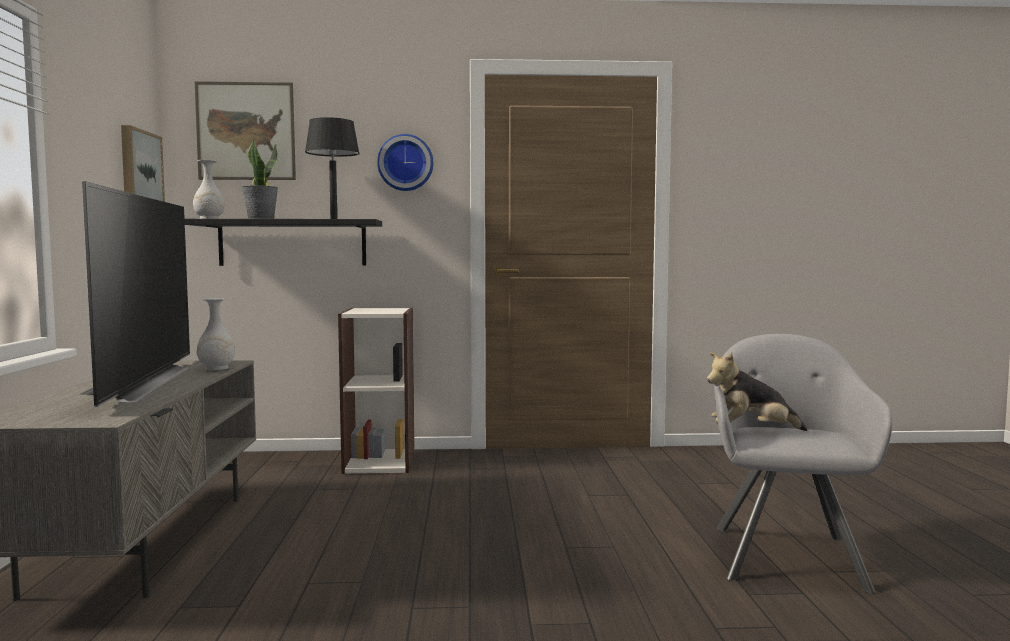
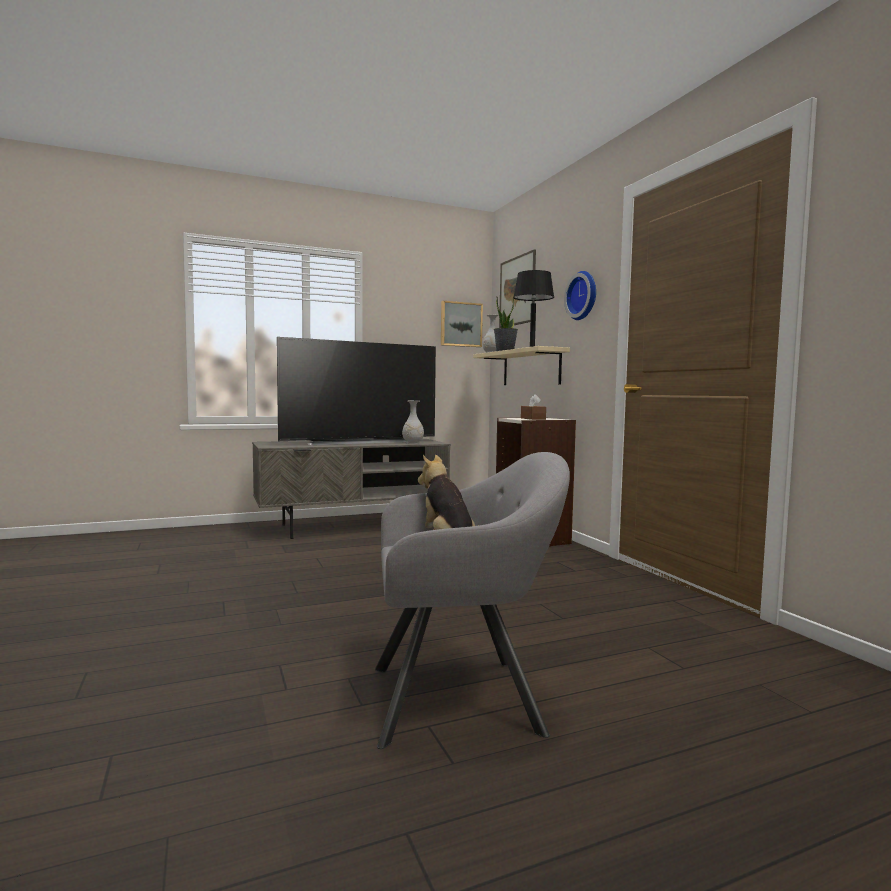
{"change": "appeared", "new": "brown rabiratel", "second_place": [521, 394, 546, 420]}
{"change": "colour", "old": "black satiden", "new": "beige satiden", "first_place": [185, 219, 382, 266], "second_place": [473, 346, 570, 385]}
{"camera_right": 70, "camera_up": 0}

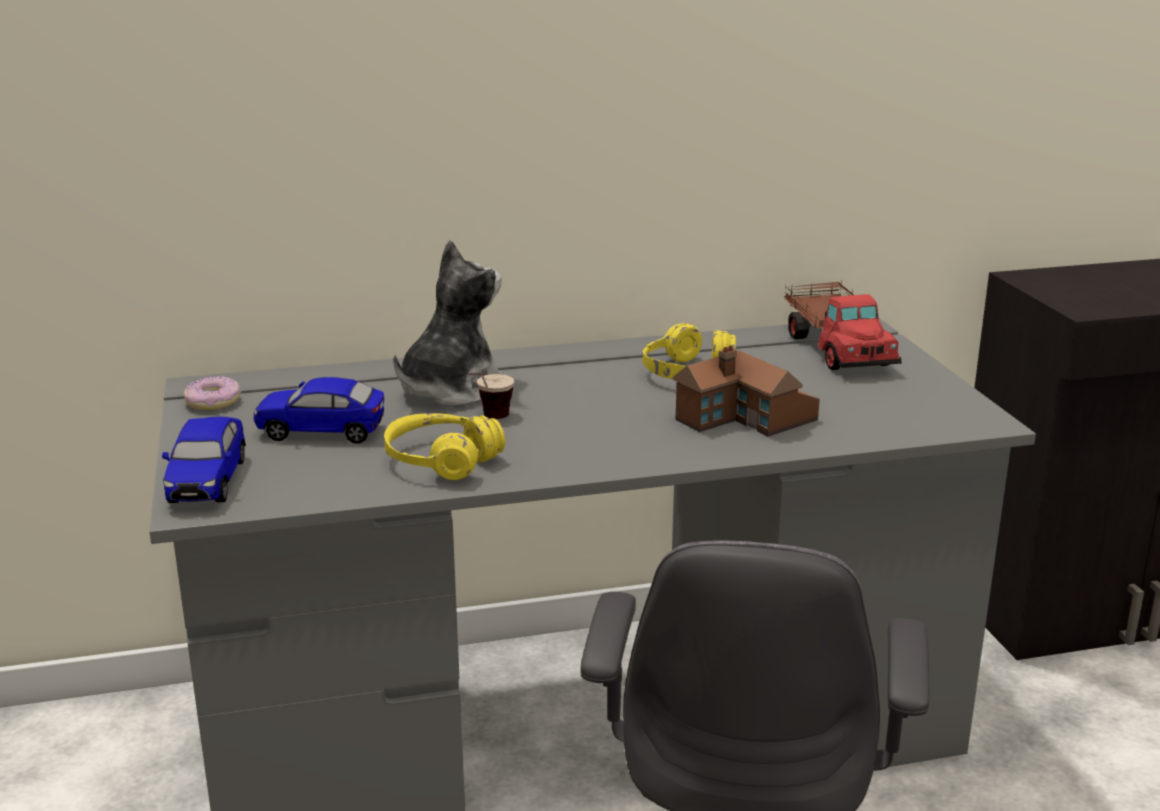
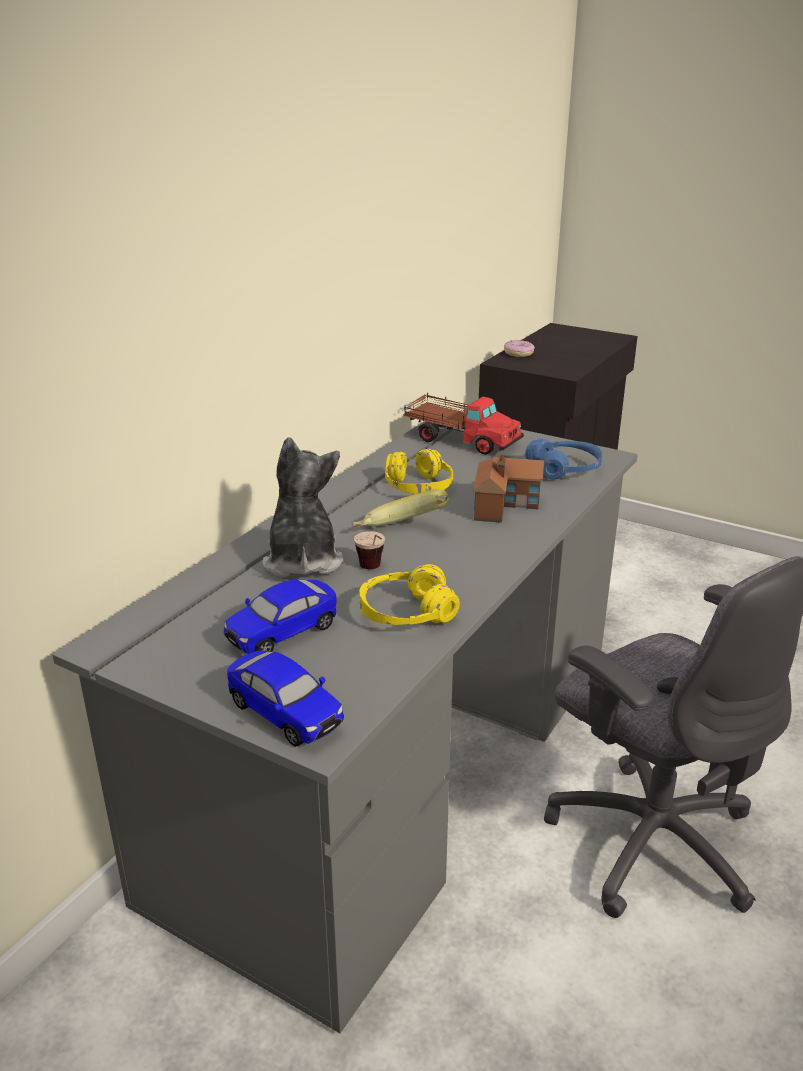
{"change": "appeared", "new": "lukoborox", "second_place": [353, 489, 449, 527]}
{"change": "appeared", "new": "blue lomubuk", "second_place": [525, 439, 602, 479]}
{"change": "relocated", "old": "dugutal", "first_place": [183, 376, 241, 410], "second_place": [504, 340, 535, 357]}
{"camera_right": -45, "camera_up": 5}

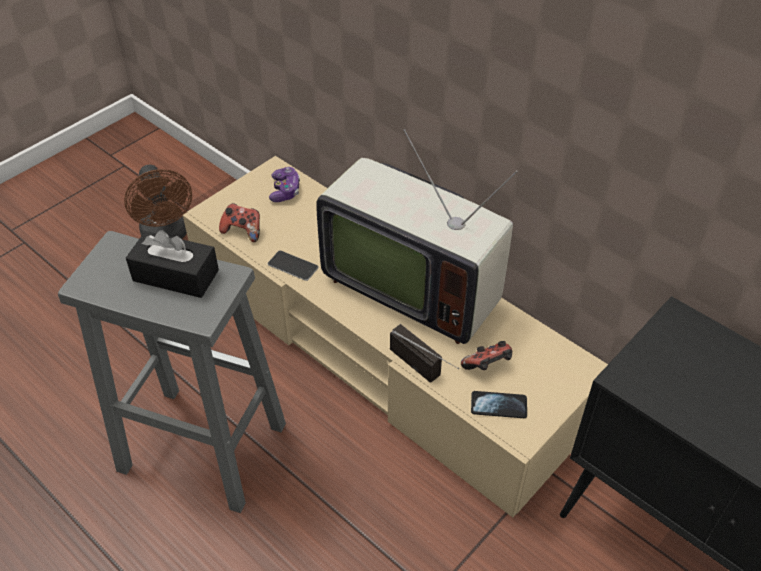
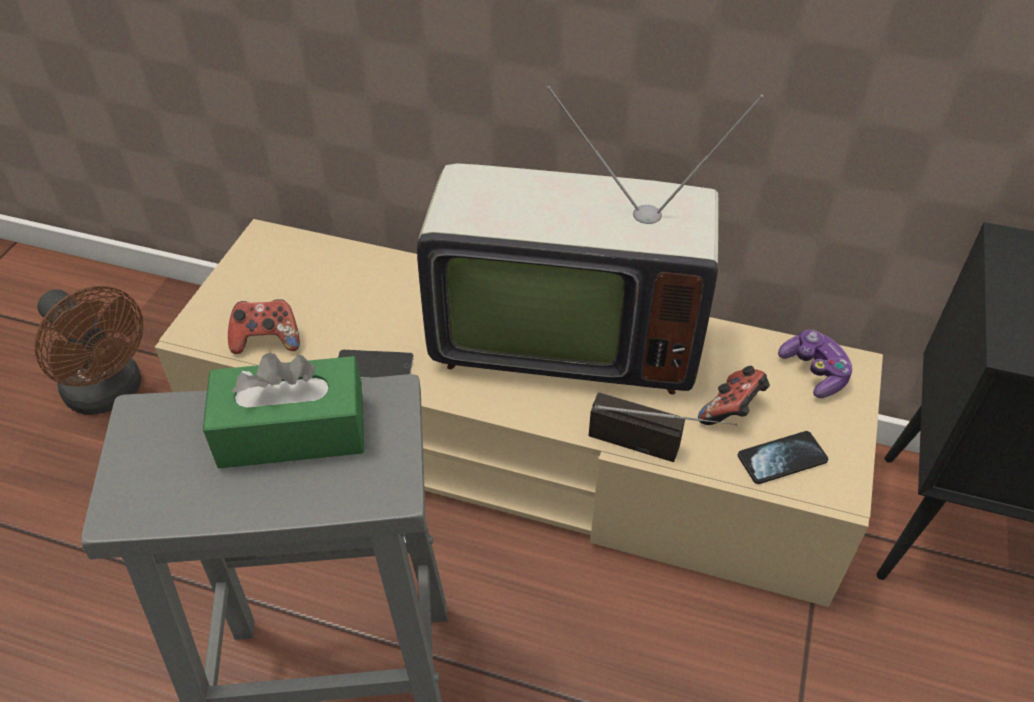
{"change": "relocated", "old": "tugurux", "first_place": [269, 167, 300, 202], "second_place": [778, 330, 852, 398]}
{"change": "colour", "old": "black rabiratel", "new": "green rabiratel", "first_place": [126, 230, 219, 298], "second_place": [203, 353, 364, 468]}
{"camera_right": -25, "camera_up": 0}

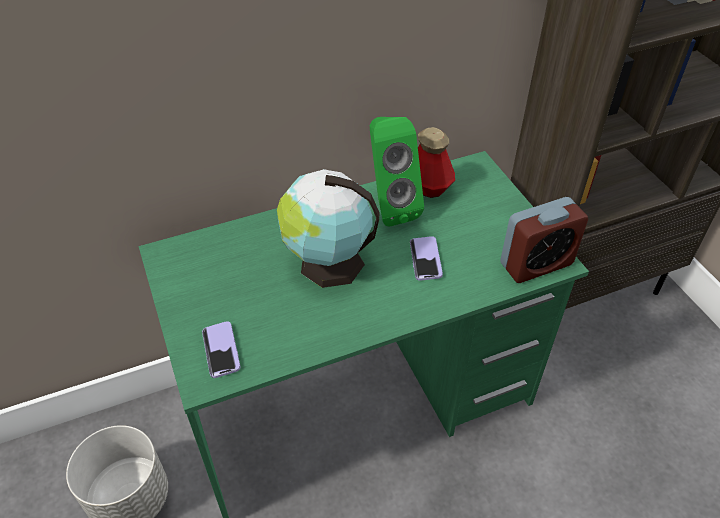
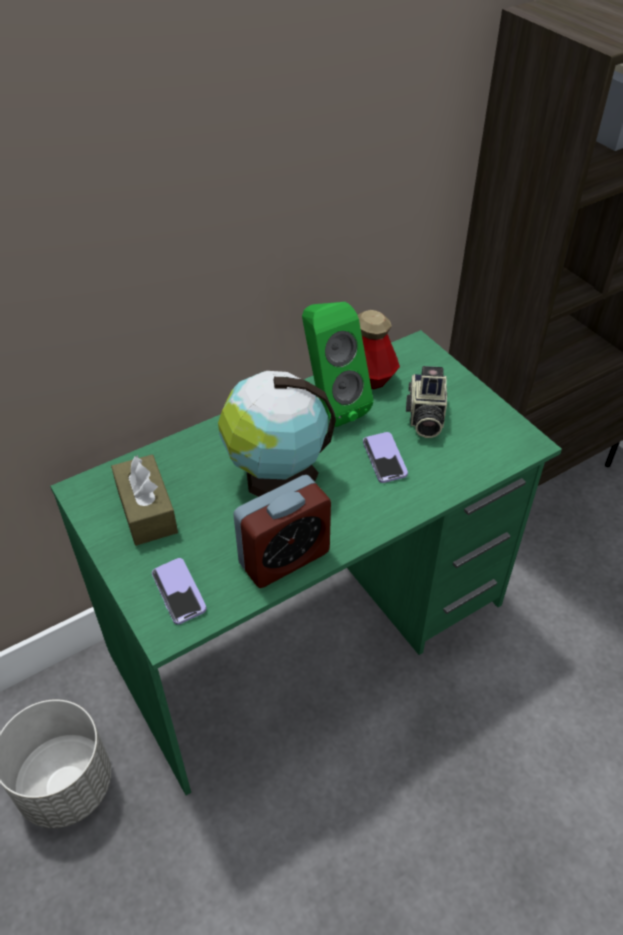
{"change": "appeared", "new": "brown rabiratel", "second_place": [111, 454, 178, 546]}
{"change": "appeared", "new": "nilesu", "second_place": [406, 366, 447, 438]}
{"change": "relocated", "old": "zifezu", "first_place": [500, 197, 588, 283], "second_place": [233, 475, 331, 588]}
{"camera_right": -10, "camera_up": 0}

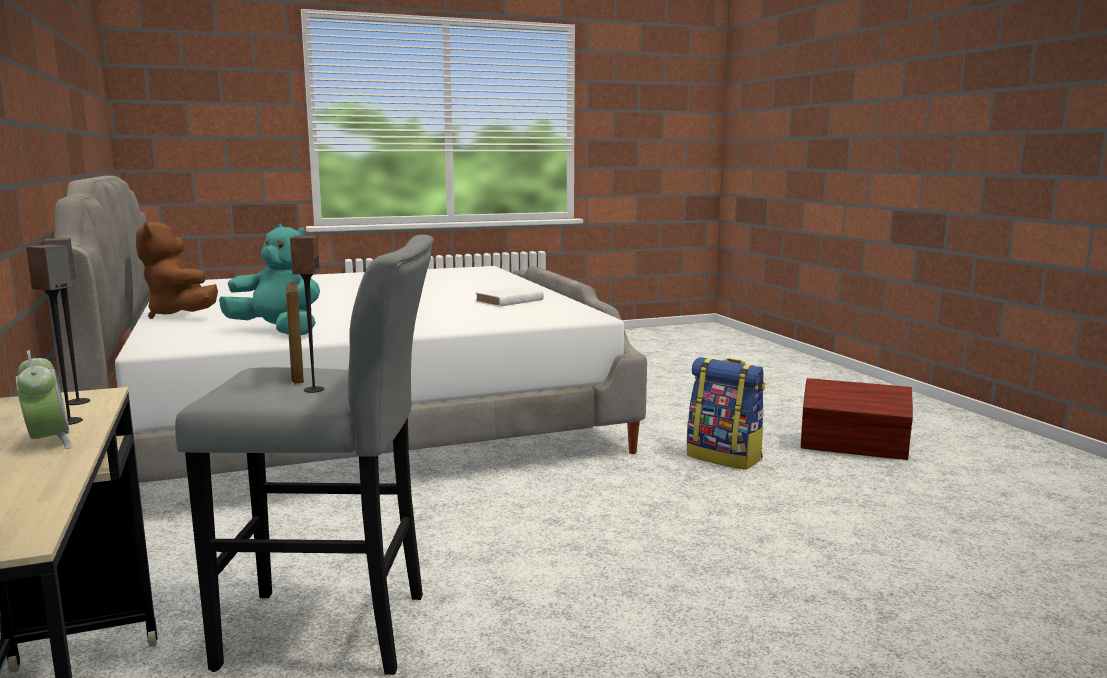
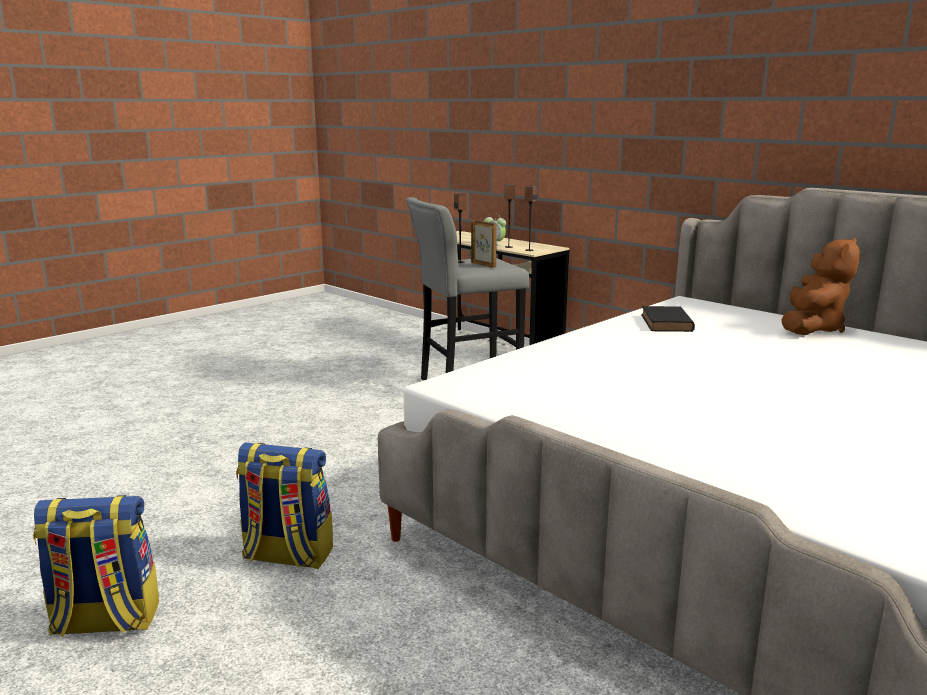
{"change": "missing", "old": "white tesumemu", "first_place": [475, 286, 544, 307]}
{"change": "exchanged", "old": "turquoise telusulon", "new": "black tesumemu", "first_place": [219, 224, 320, 335], "second_place": [641, 306, 695, 332]}
{"change": "exchanged", "old": "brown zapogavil", "new": "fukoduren", "first_place": [801, 378, 913, 460], "second_place": [33, 495, 159, 637]}
{"change": "spun", "old": "brown telusulon", "first_place": [136, 222, 218, 319], "second_place": [781, 237, 860, 335], "degrees": 90}
{"camera_right": 155, "camera_up": 5}

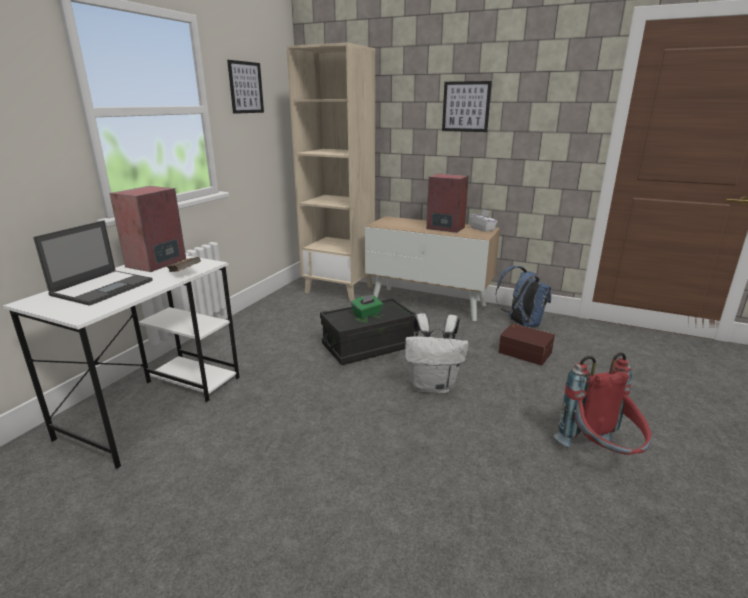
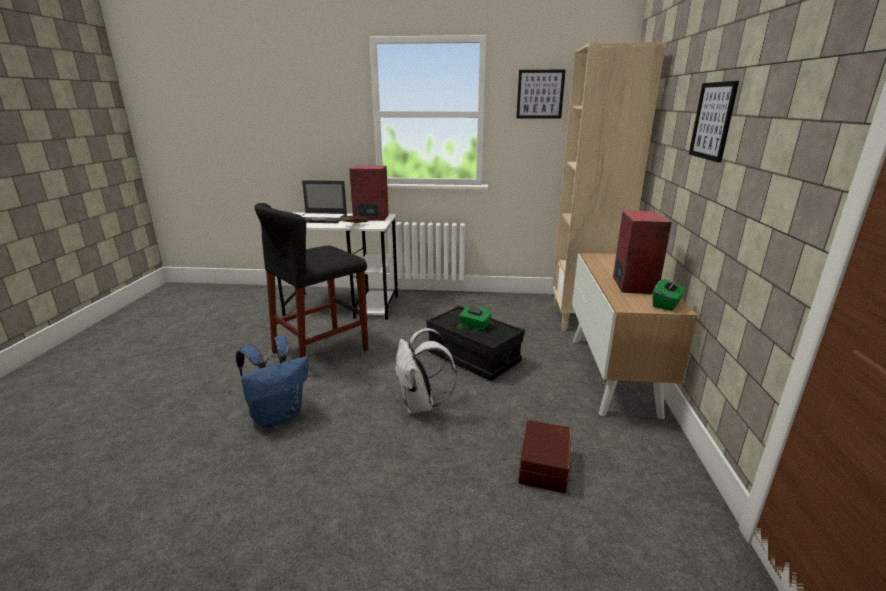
{"change": "missing", "old": "red fukoduren", "first_place": [554, 352, 652, 455]}
{"change": "appeared", "new": "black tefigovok", "second_place": [255, 203, 368, 358]}
{"change": "relocated", "old": "blue fukoduren", "first_place": [495, 266, 552, 327], "second_place": [236, 336, 308, 428]}
{"change": "colour", "old": "white rabiratel", "new": "green rabiratel", "first_place": [470, 209, 498, 232], "second_place": [653, 277, 686, 311]}
{"camera_right": 70, "camera_up": 0}

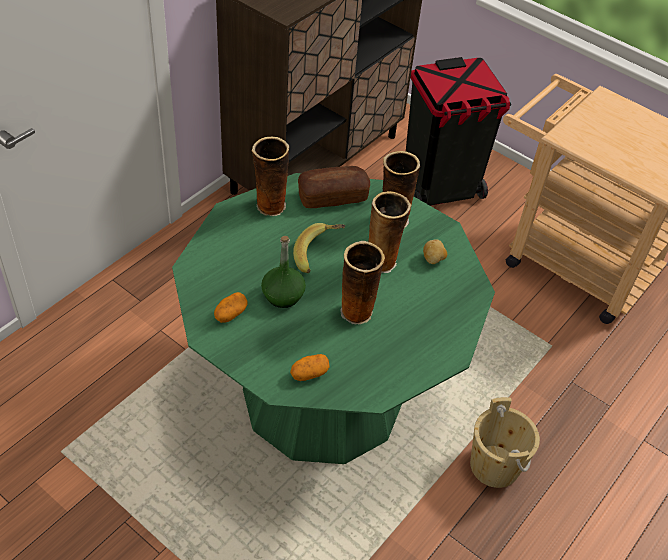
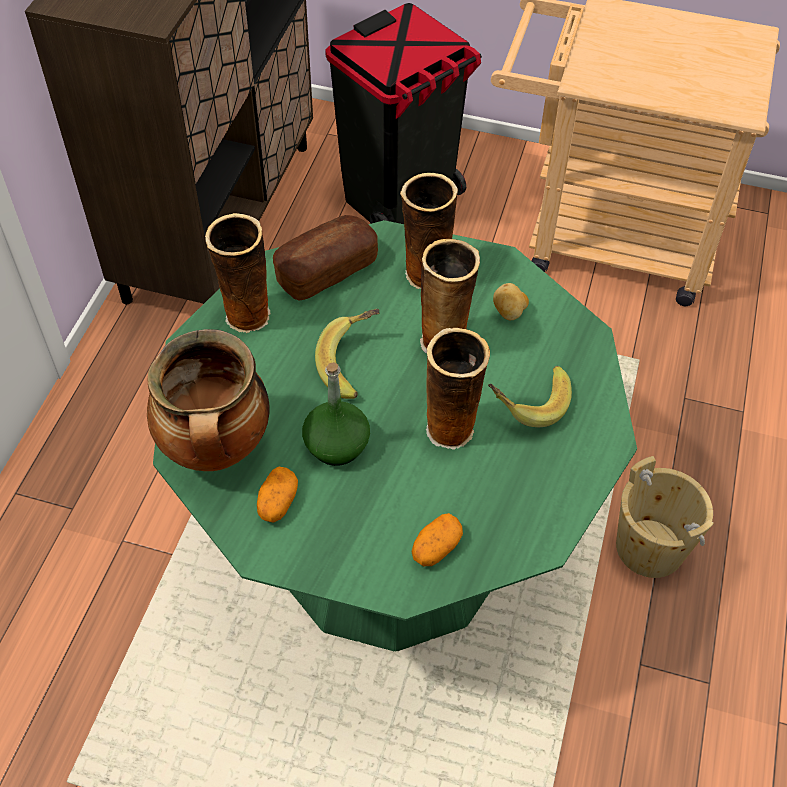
{"change": "appeared", "new": "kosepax", "second_place": [147, 329, 270, 471]}
{"change": "appeared", "new": "lukoborox", "second_place": [488, 366, 572, 427]}
{"camera_right": -20, "camera_up": 5}

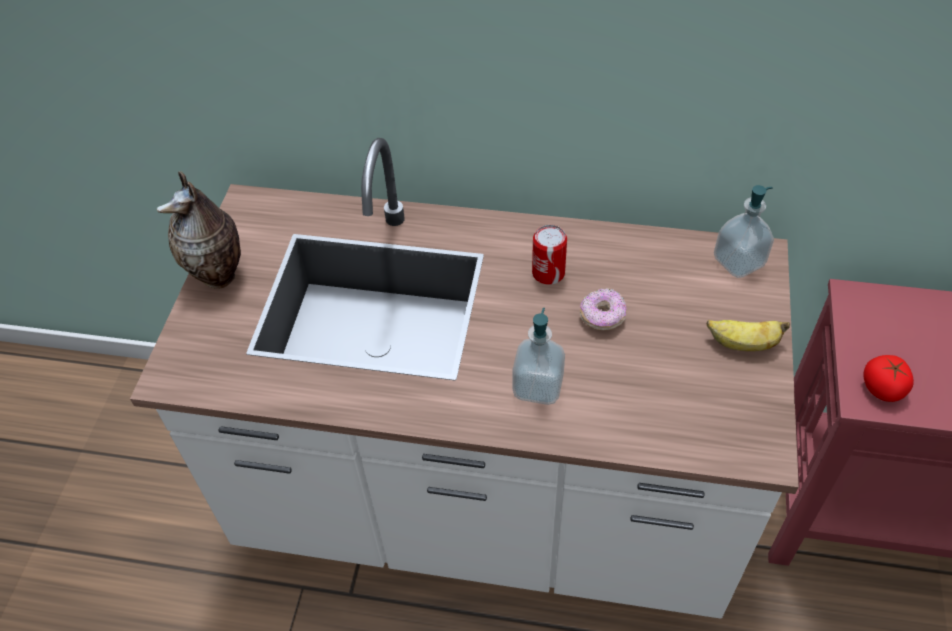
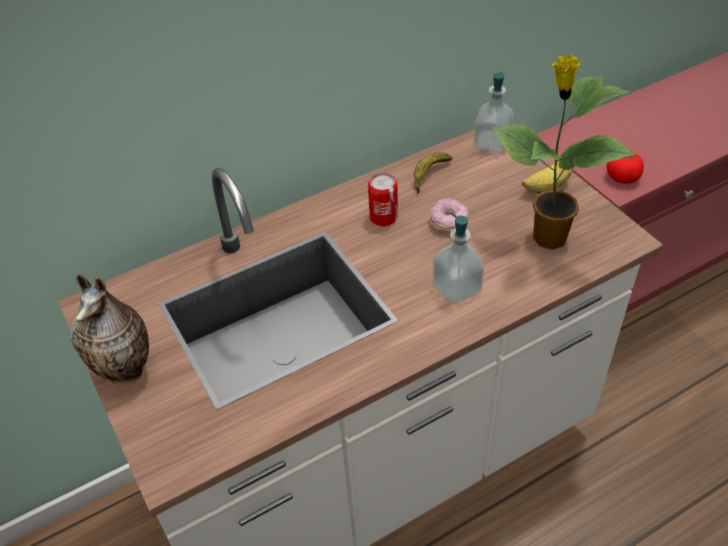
{"change": "appeared", "new": "lukoborox", "second_place": [414, 152, 453, 193]}
{"change": "appeared", "new": "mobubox", "second_place": [492, 55, 635, 250]}
{"camera_right": -40, "camera_up": -5}

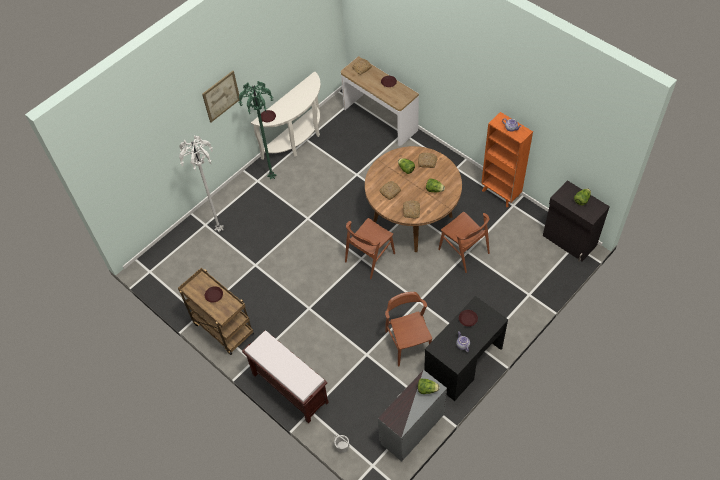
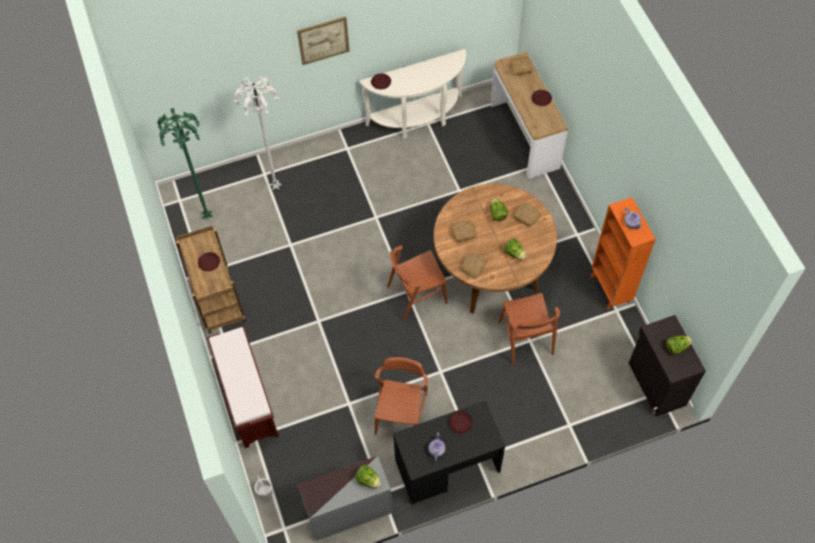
{"change": "relocated", "old": "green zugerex", "first_place": [239, 81, 276, 180], "second_place": [157, 108, 213, 220]}
{"camera_right": 25, "camera_up": 5}

